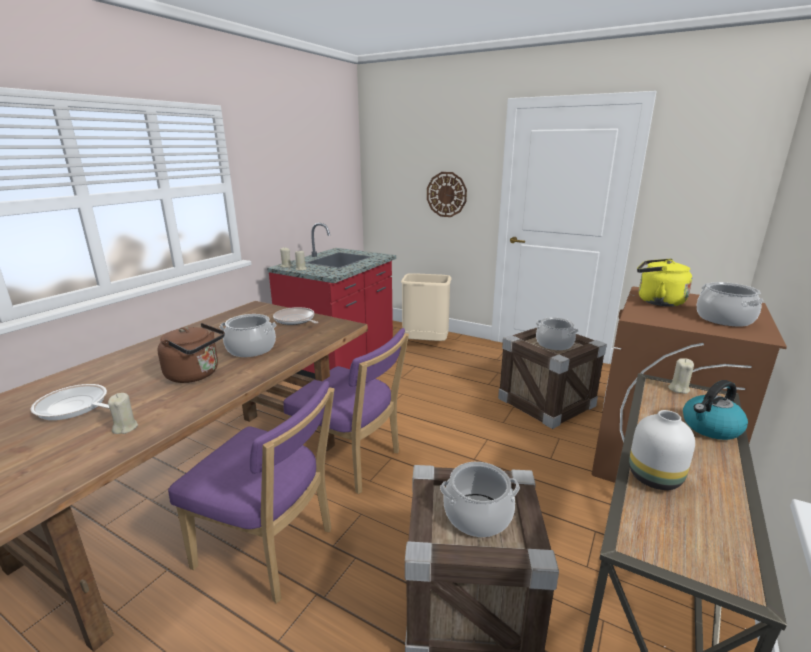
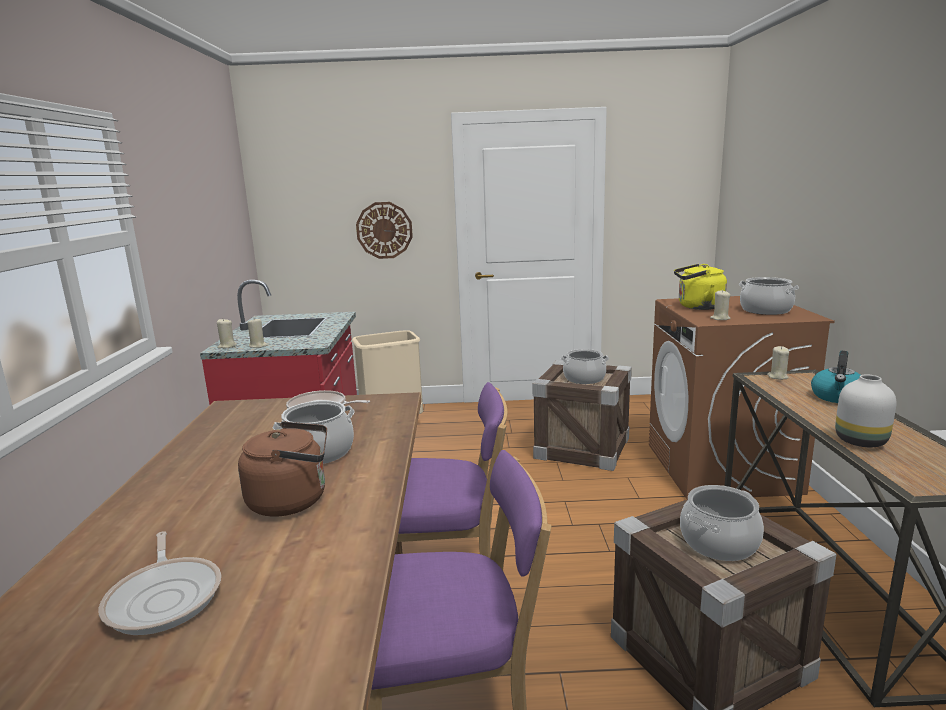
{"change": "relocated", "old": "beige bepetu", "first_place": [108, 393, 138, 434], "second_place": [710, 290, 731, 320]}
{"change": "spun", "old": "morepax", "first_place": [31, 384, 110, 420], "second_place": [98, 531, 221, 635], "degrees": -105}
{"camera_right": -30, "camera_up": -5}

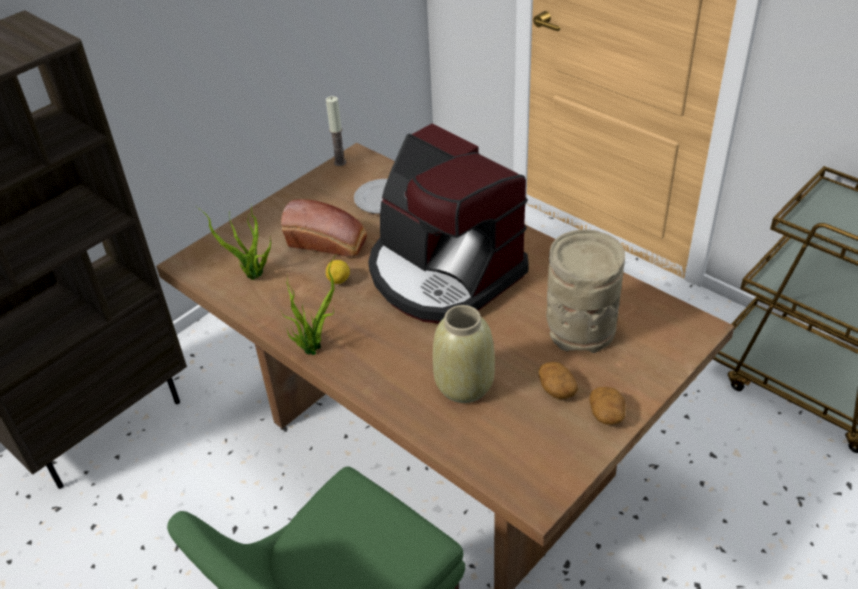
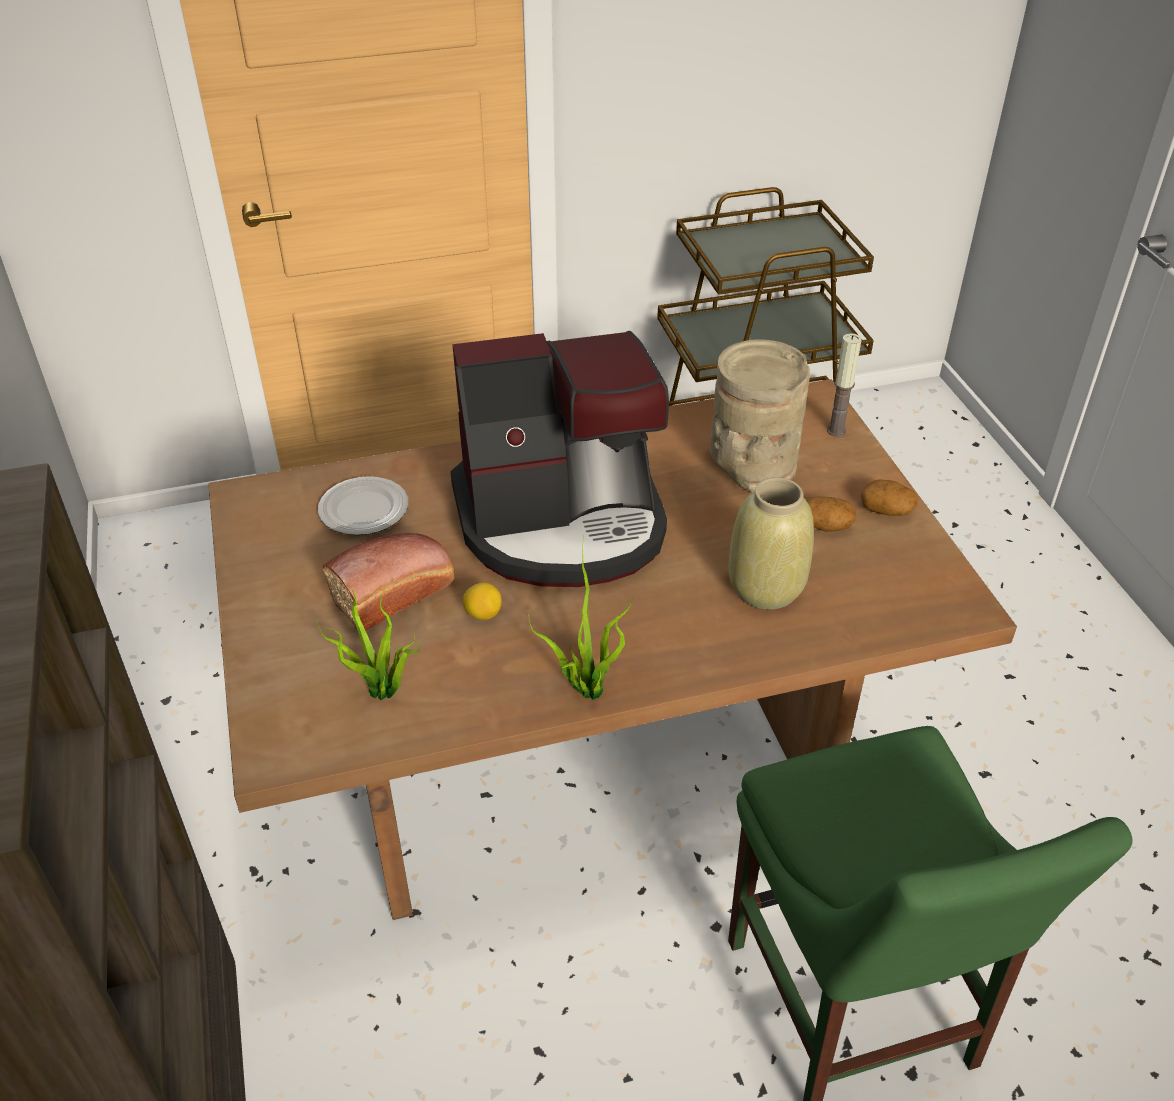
{"change": "relocated", "old": "bepetu", "first_place": [326, 96, 346, 166], "second_place": [827, 333, 862, 437]}
{"camera_right": -60, "camera_up": 0}

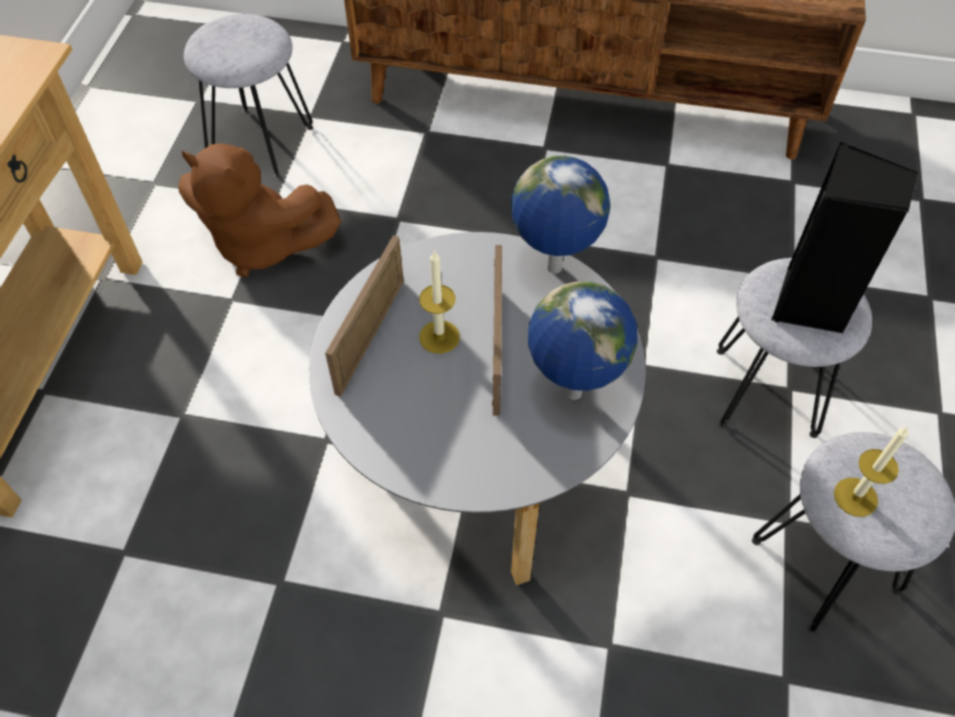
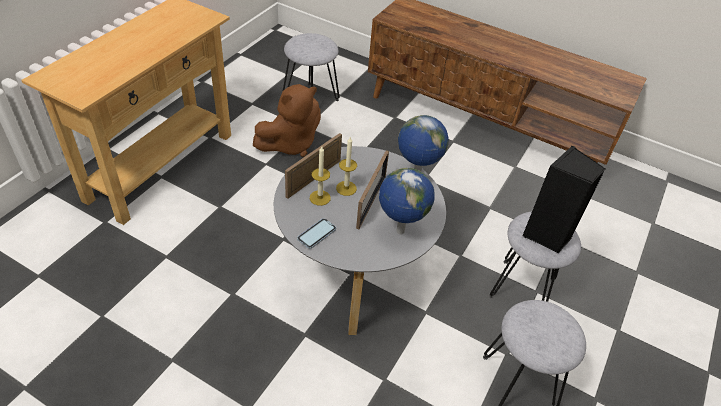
{"change": "appeared", "new": "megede", "second_place": [297, 218, 336, 249]}
{"change": "relocated", "old": "bepetu", "first_place": [834, 426, 908, 517], "second_place": [310, 146, 331, 206]}
{"change": "spun", "old": "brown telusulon", "first_place": [178, 143, 341, 277], "second_place": [253, 84, 321, 157], "degrees": -75}
{"camera_right": 15, "camera_up": -10}

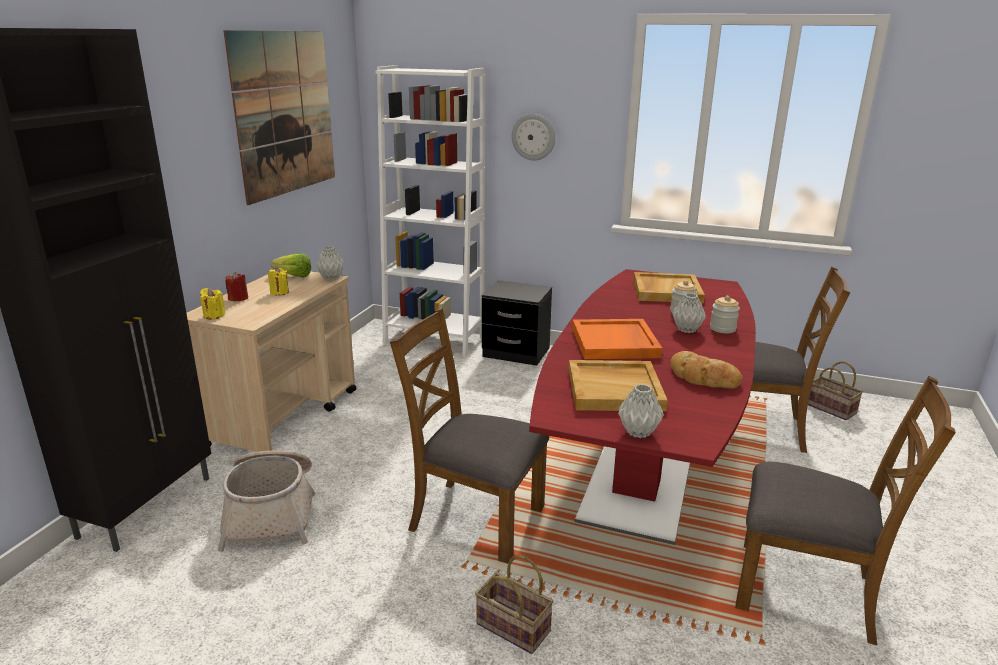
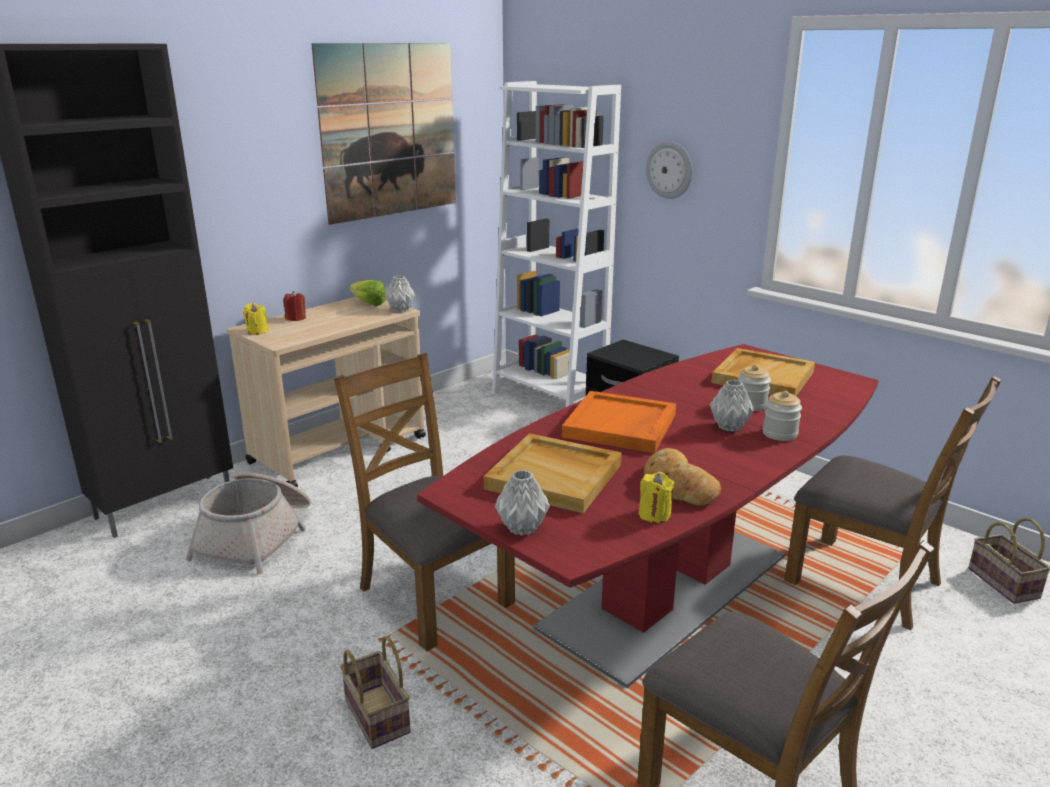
{"change": "relocated", "old": "yellow bepetu", "first_place": [268, 267, 289, 295], "second_place": [639, 472, 675, 523]}
{"camera_right": 25, "camera_up": 0}

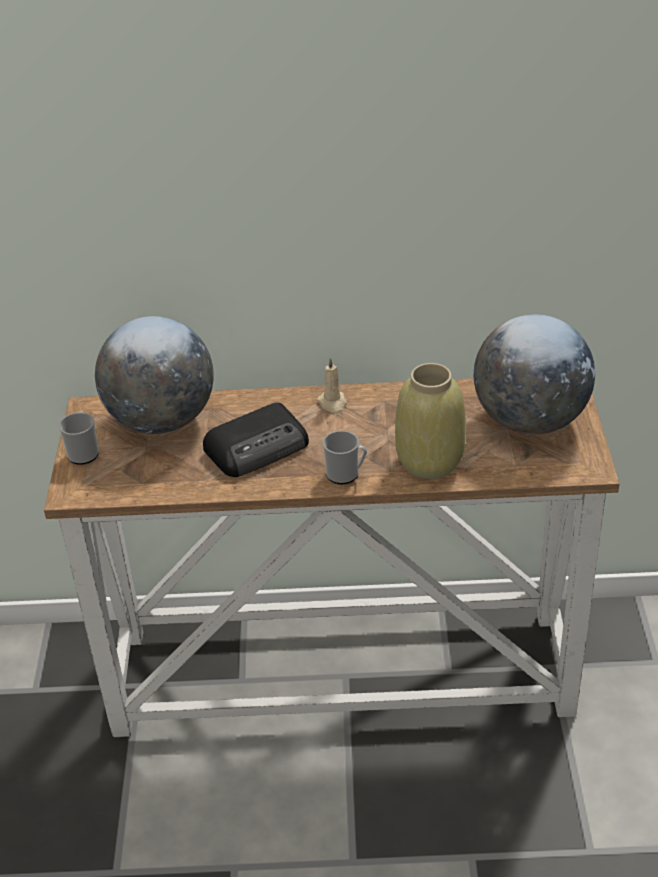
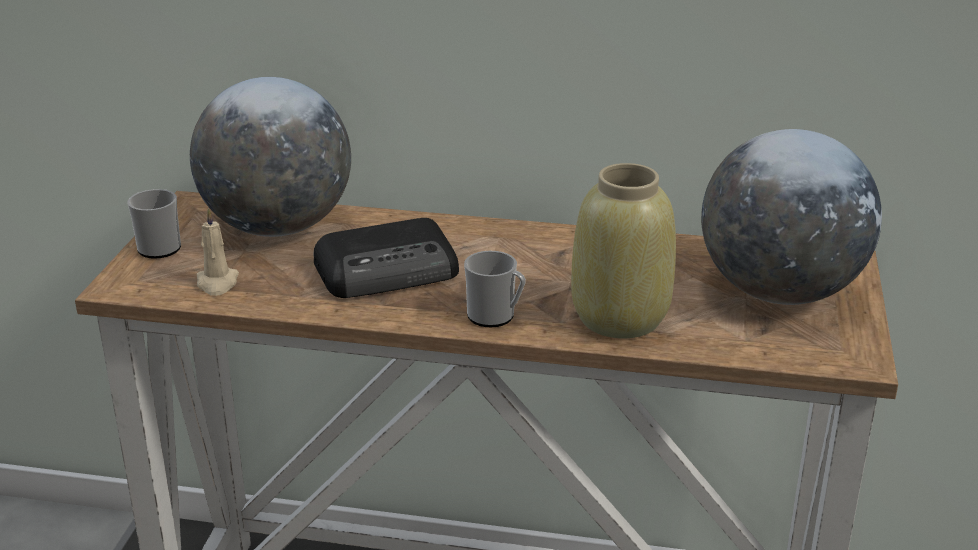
{"change": "relocated", "old": "beige bepetu", "first_place": [317, 358, 347, 414], "second_place": [197, 208, 239, 296]}
{"camera_right": 10, "camera_up": -10}

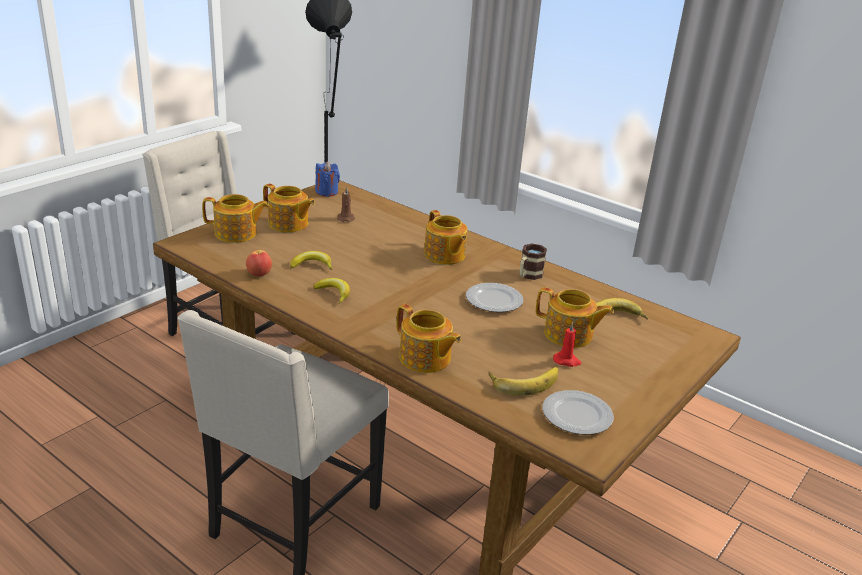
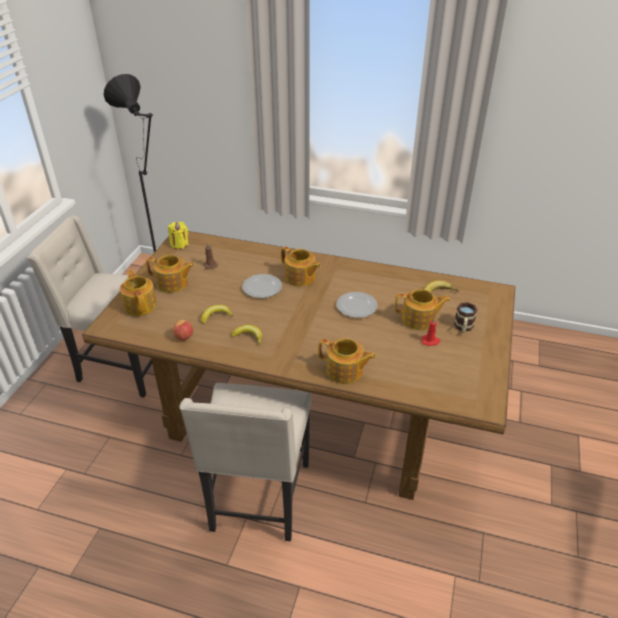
{"change": "missing", "old": "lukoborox", "first_place": [488, 367, 558, 396]}
{"change": "relocated", "old": "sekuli", "first_place": [519, 244, 547, 280], "second_place": [454, 302, 477, 333]}
{"change": "relocated", "old": "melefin", "first_place": [542, 390, 614, 435], "second_place": [242, 274, 282, 298]}
{"change": "colour", "old": "blue bepetu", "new": "yellow bepetu", "first_place": [315, 162, 340, 197], "second_place": [168, 222, 189, 249]}
{"change": "spun", "old": "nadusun", "first_place": [202, 194, 269, 243], "second_place": [120, 269, 157, 316], "degrees": -90}
{"camera_right": -20, "camera_up": 10}

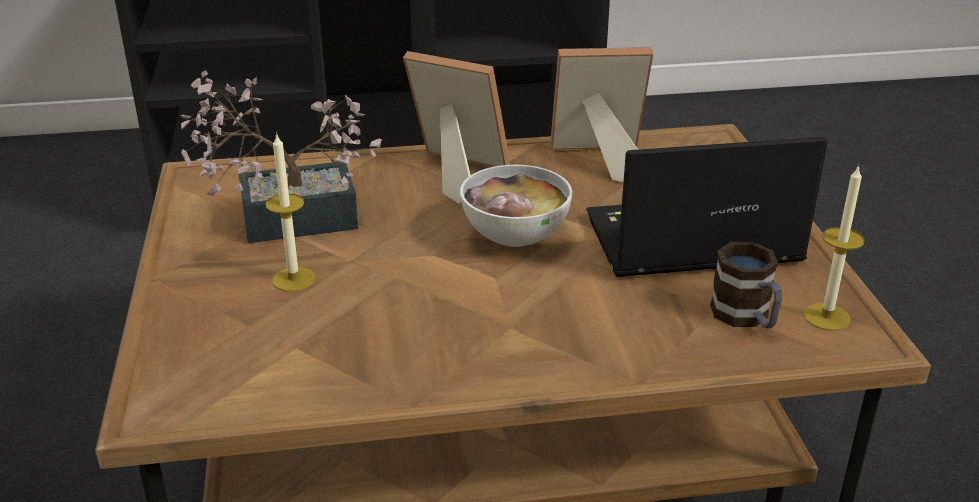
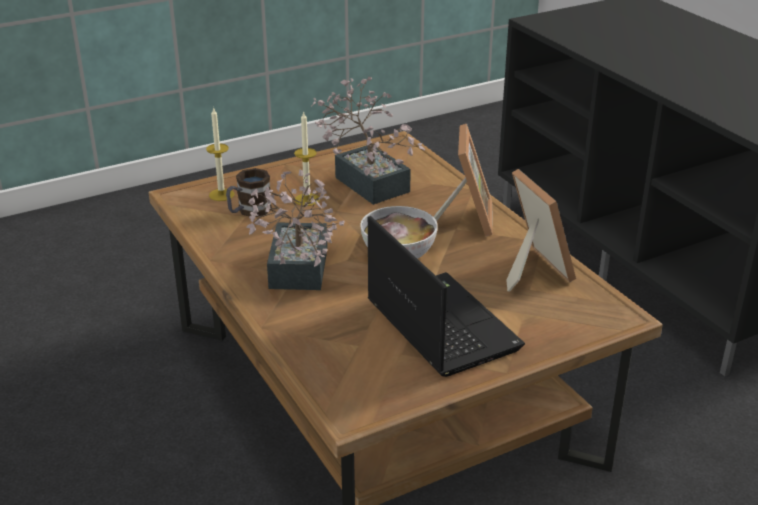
{"change": "appeared", "new": "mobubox", "second_place": [246, 169, 345, 290]}
{"change": "relocated", "old": "sekuli", "first_place": [710, 242, 782, 329], "second_place": [226, 168, 272, 217]}
{"change": "relocated", "old": "bepetu", "first_place": [804, 165, 864, 331], "second_place": [206, 107, 235, 201]}
{"camera_right": 70, "camera_up": 0}

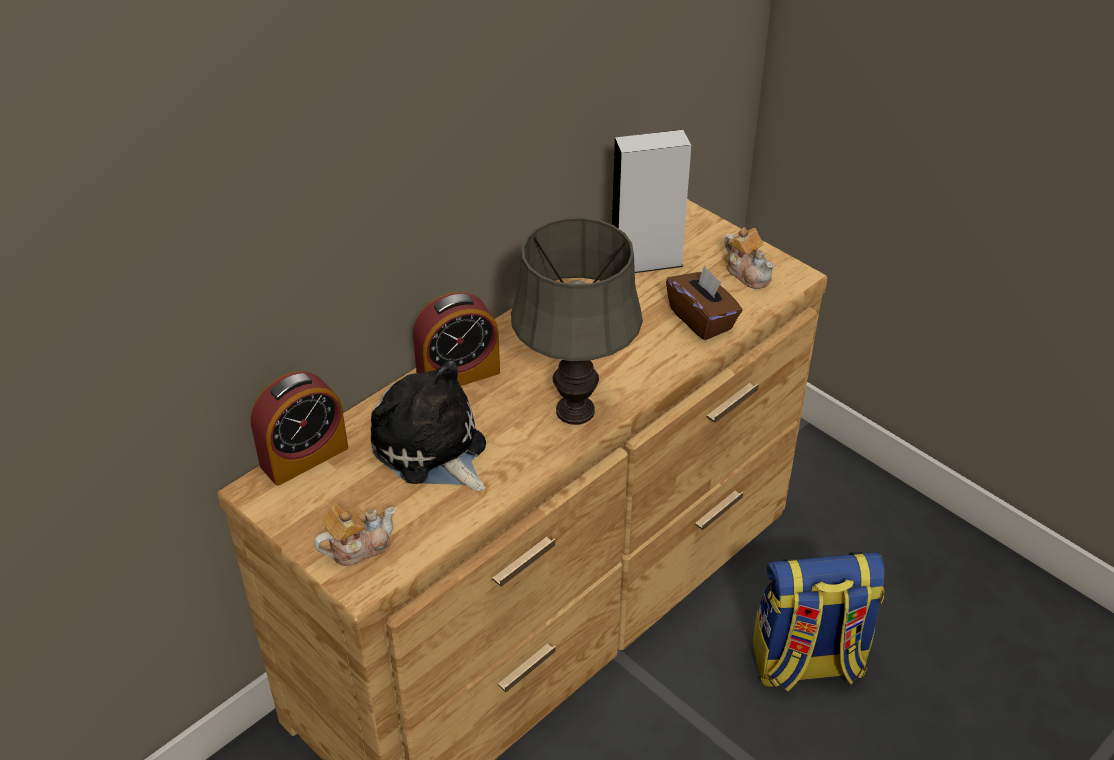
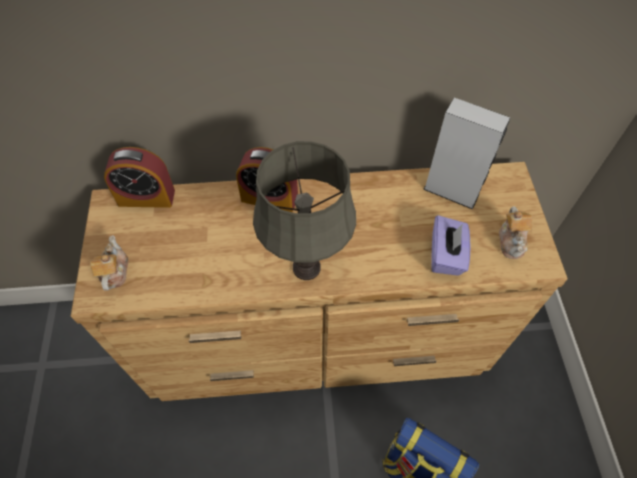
{"change": "missing", "old": "telusulon", "first_place": [371, 360, 486, 491]}
{"change": "colour", "old": "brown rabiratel", "new": "purple rabiratel", "first_place": [666, 265, 743, 340], "second_place": [431, 215, 470, 276]}
{"change": "spun", "old": "nadusun", "first_place": [314, 505, 396, 566], "second_place": [90, 235, 129, 290], "degrees": -105}
{"camera_right": 40, "camera_up": 15}

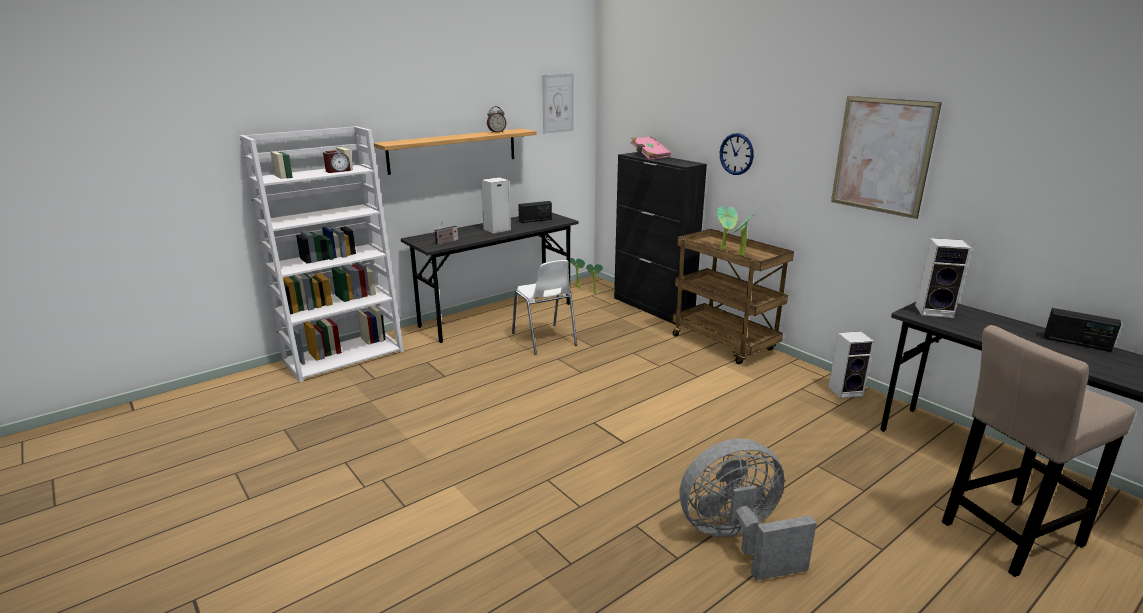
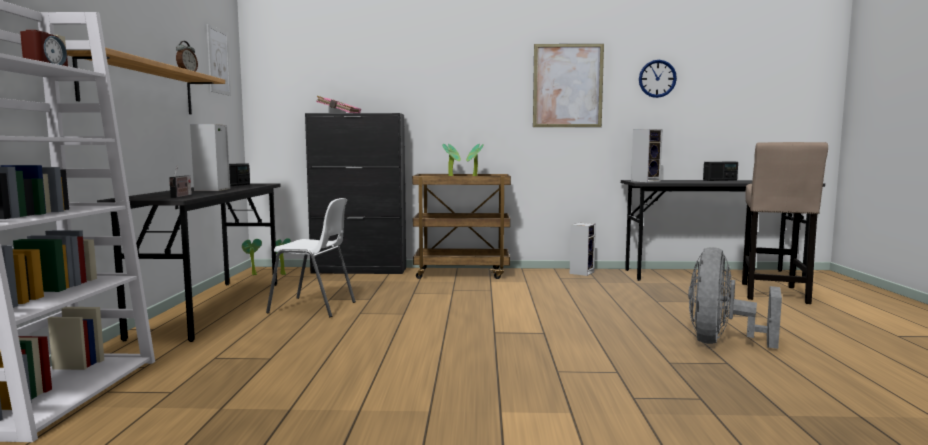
{"change": "relocated", "old": "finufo", "first_place": [720, 133, 754, 175], "second_place": [639, 60, 677, 98]}
{"camera_right": -50, "camera_up": -15}

